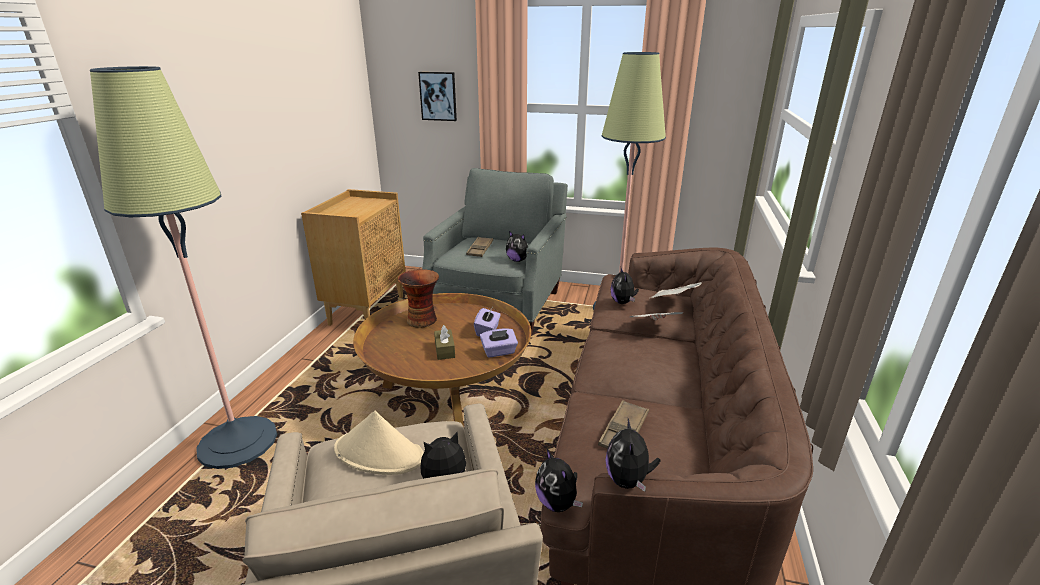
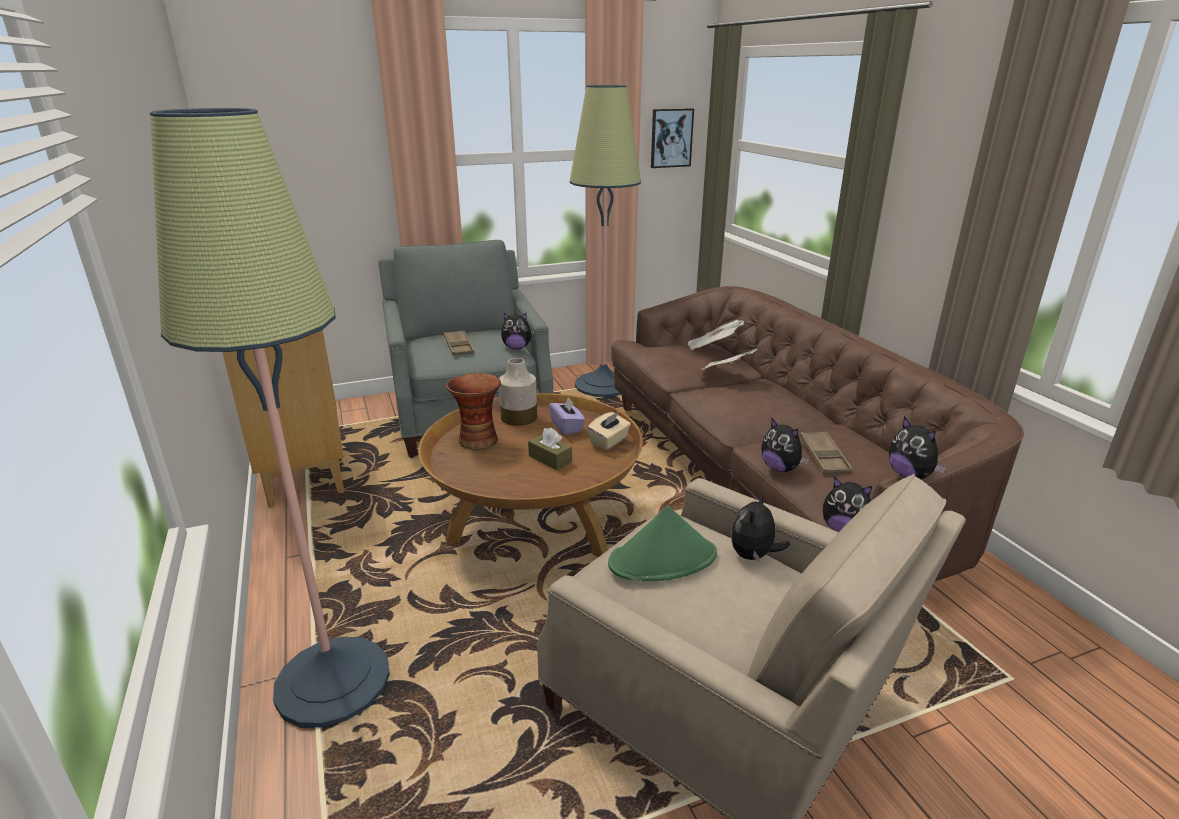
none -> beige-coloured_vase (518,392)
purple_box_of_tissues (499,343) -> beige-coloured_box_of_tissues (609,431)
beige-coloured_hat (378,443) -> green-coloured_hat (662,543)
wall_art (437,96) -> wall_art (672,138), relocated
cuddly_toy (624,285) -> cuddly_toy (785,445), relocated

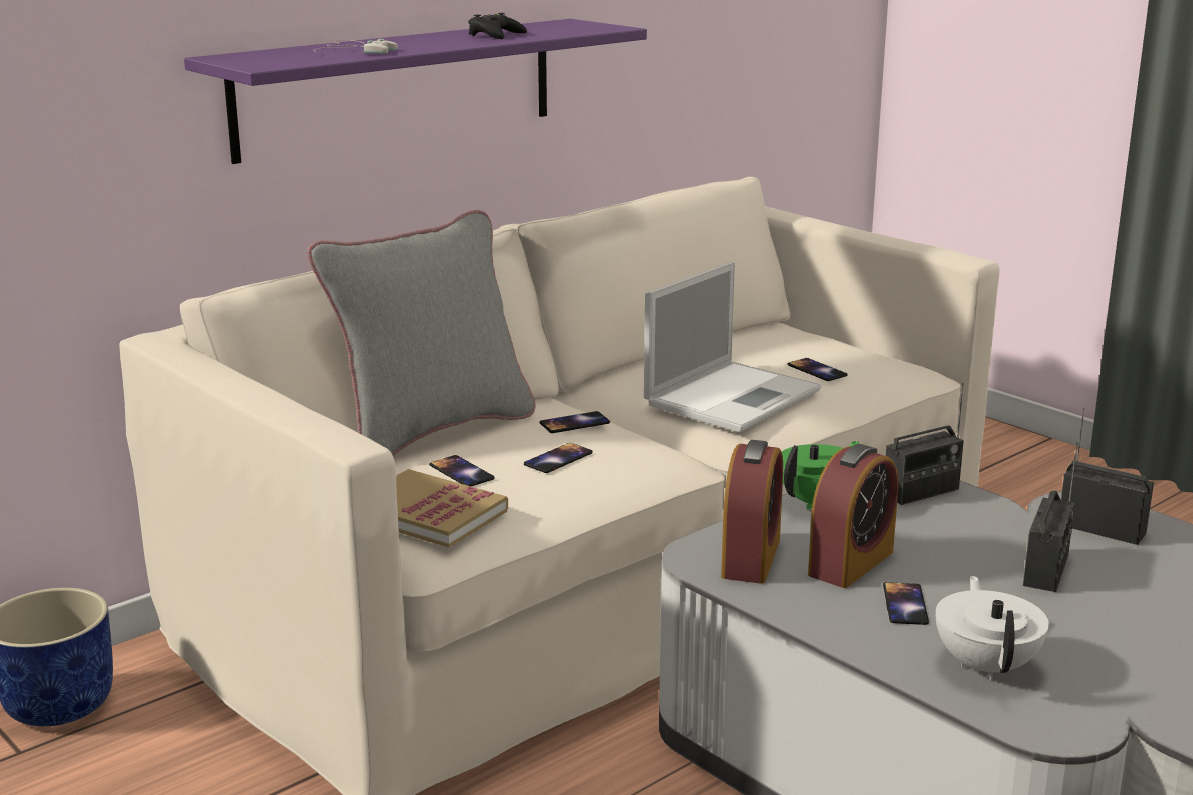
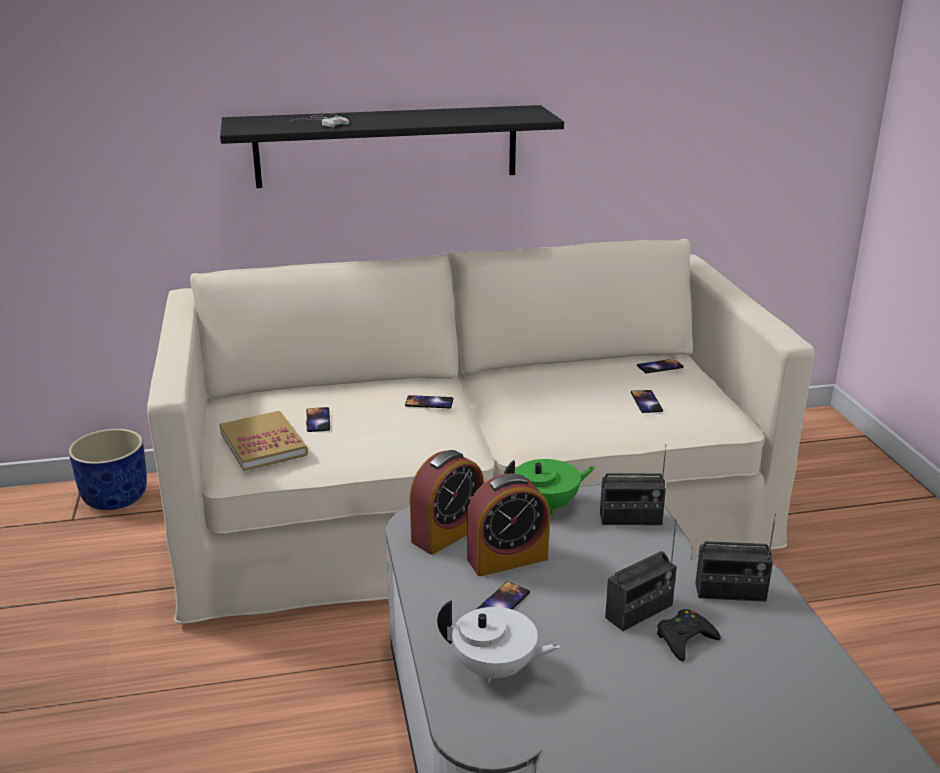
purple_wall_shelf (415,91) -> blackish_wall_shelf (392,146)
white_teapot (992,628) -> white_teapot (499,642), 75 degrees clockwise
telephone (558,458) -> telephone (660,366), relocated
blackish_gamepad (497,26) -> blackish_gamepad (689,635), relocated
radio (1107,476) -> radio (735,557), 120 degrees clockwise
gray_cushion (421,333) -> none
notebook_computer (732,346) -> none

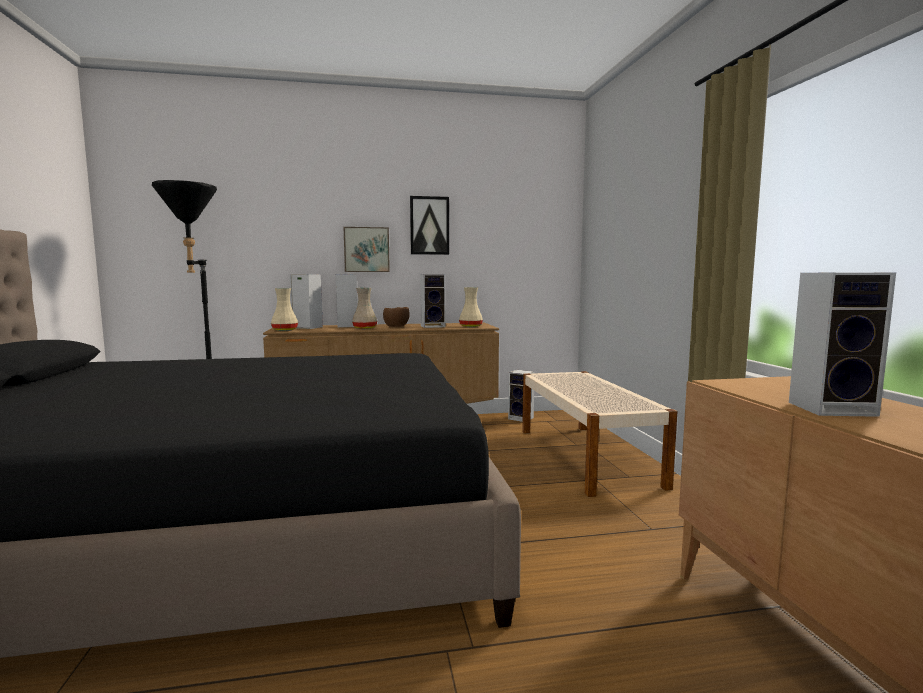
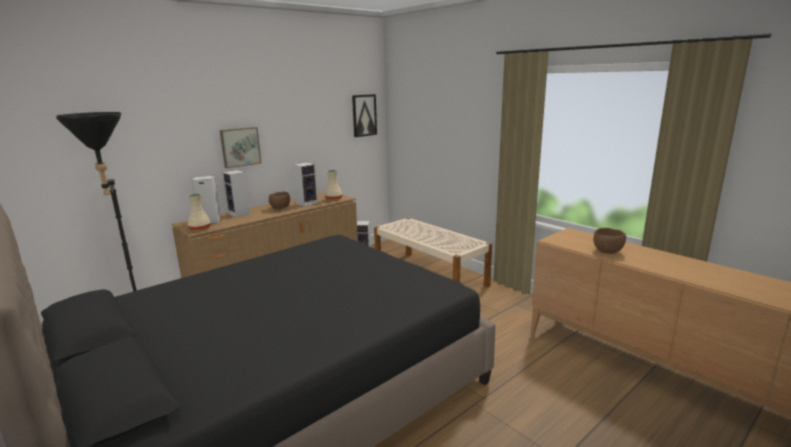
wall_art (429,225) -> wall_art (364,115), relocated
loudspeaker (842,344) -> brown_bowl (609,241)
beige-coloured_vase (364,308) -> none

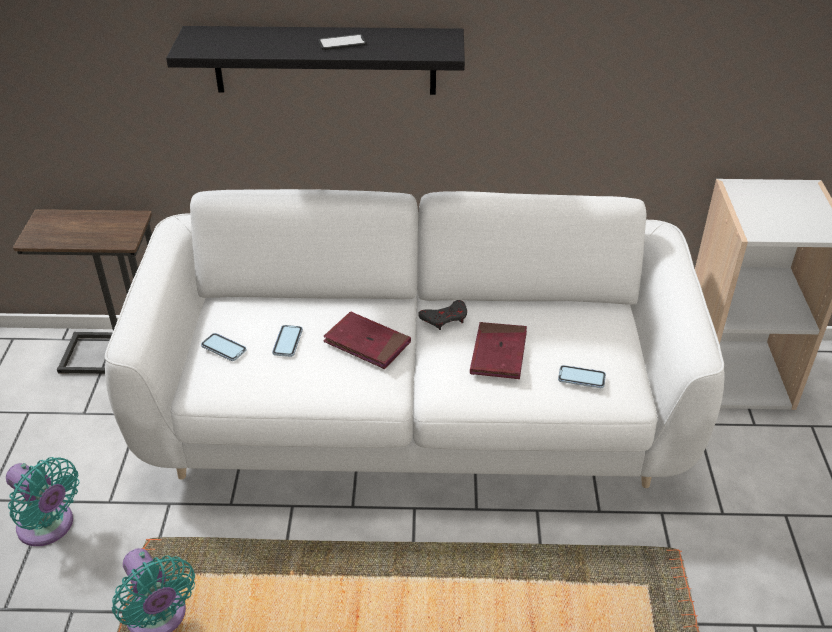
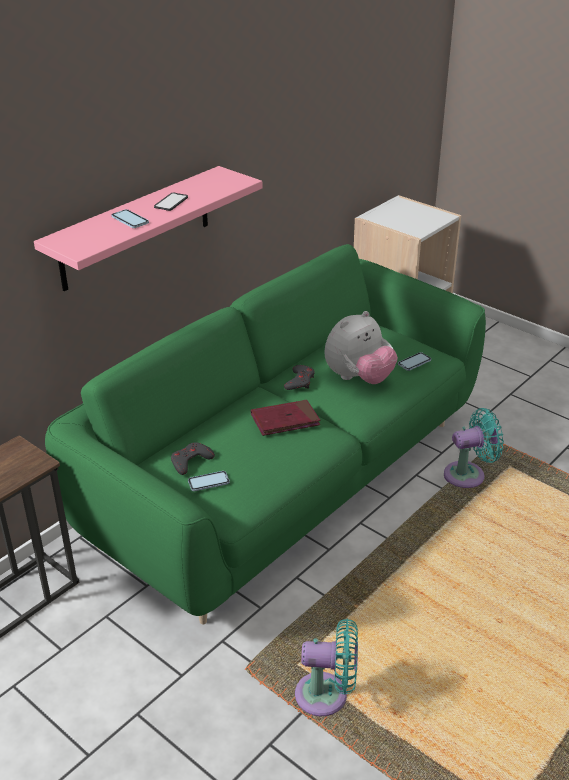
blackish_wall_shelf (315,60) -> pink-coloured_wall_shelf (148,228)
white_couch (415,338) -> green-coloured_couch (265,434)
telephone (287,341) -> telephone (130,218), relocated
none -> gray_gamepad (193,458)
reddish_volume (498,350) -> cuddly_toy (361,347)
turquoise_fan (42,501) -> turquoise_fan (474,448), relocated

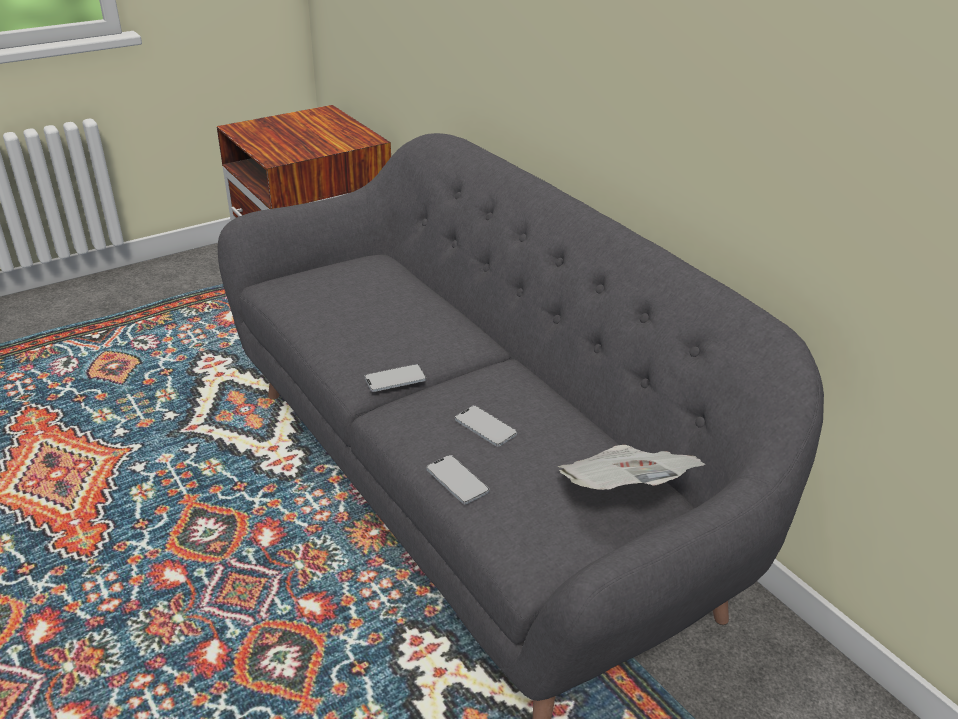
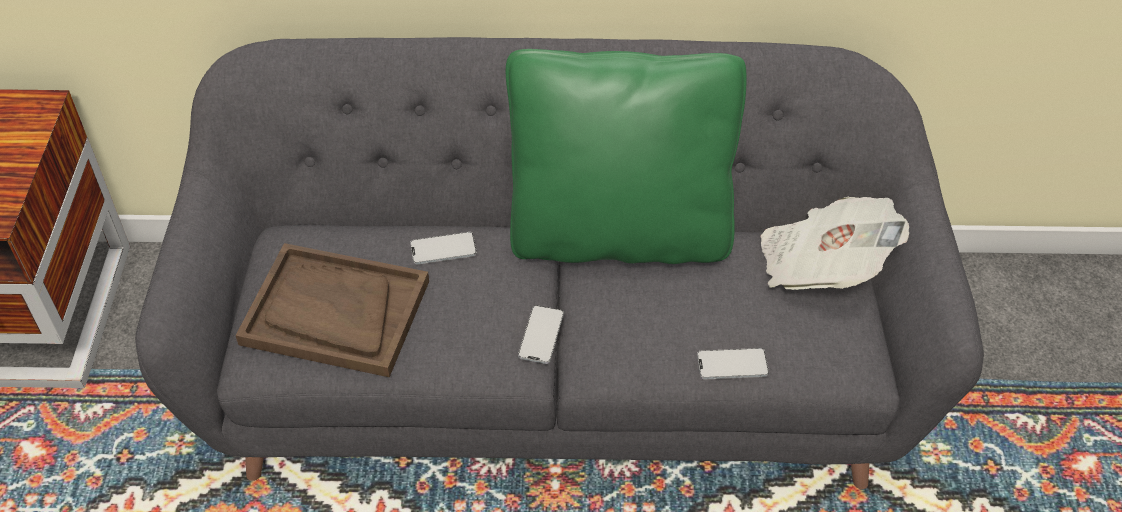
none -> brown_carrying_tray (332,310)
telephone (486,426) -> telephone (443,248), relocated
none -> green-coloured_cushion (626,156)

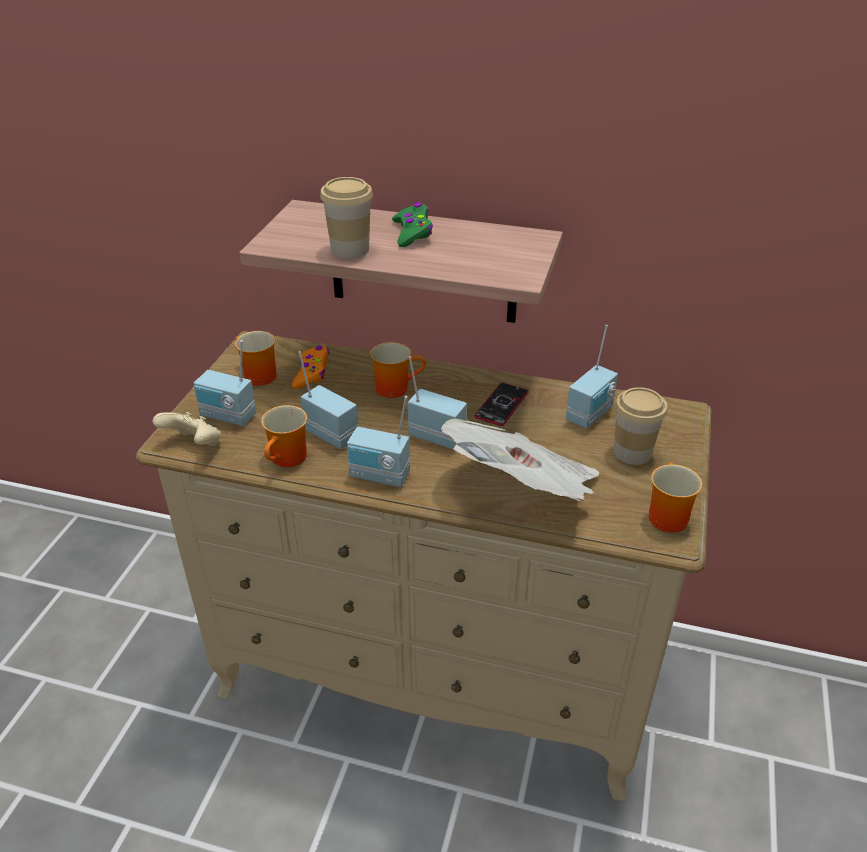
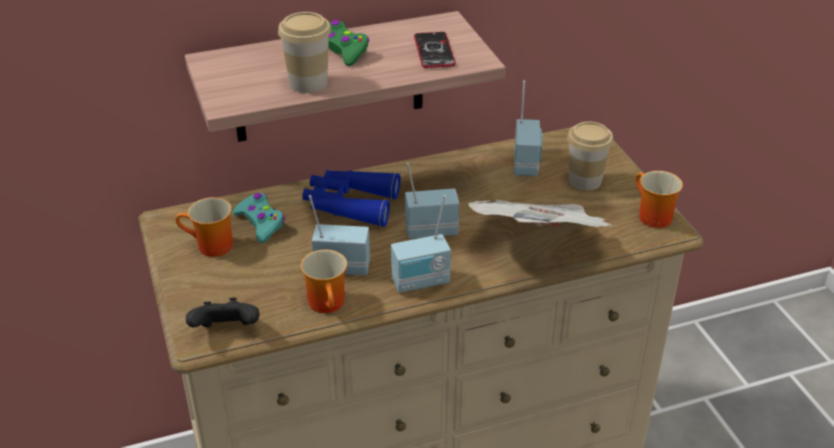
beige-coloured_gamepad (187,429) -> blackish_gamepad (223,312)
orange-coloured_gamepad (310,367) -> turquoise_gamepad (259,218)
tea_mug (398,370) -> blue-coloured_binoculars (351,198)
telephone (501,404) -> telephone (435,50), relocated
radio (225,383) -> none

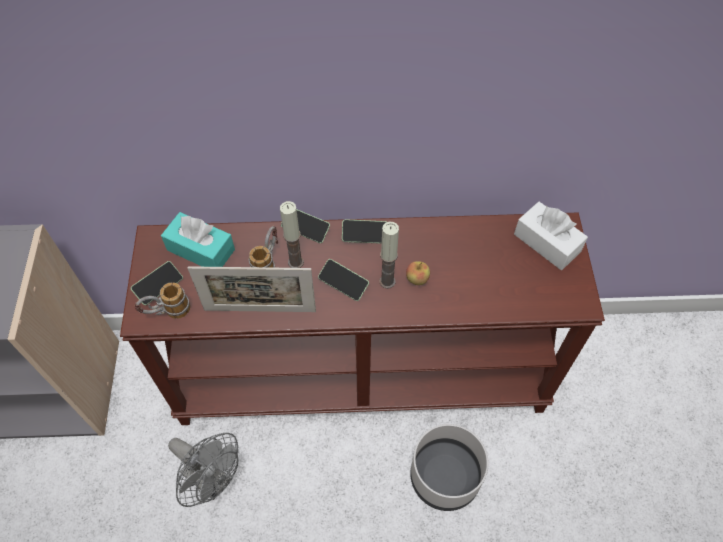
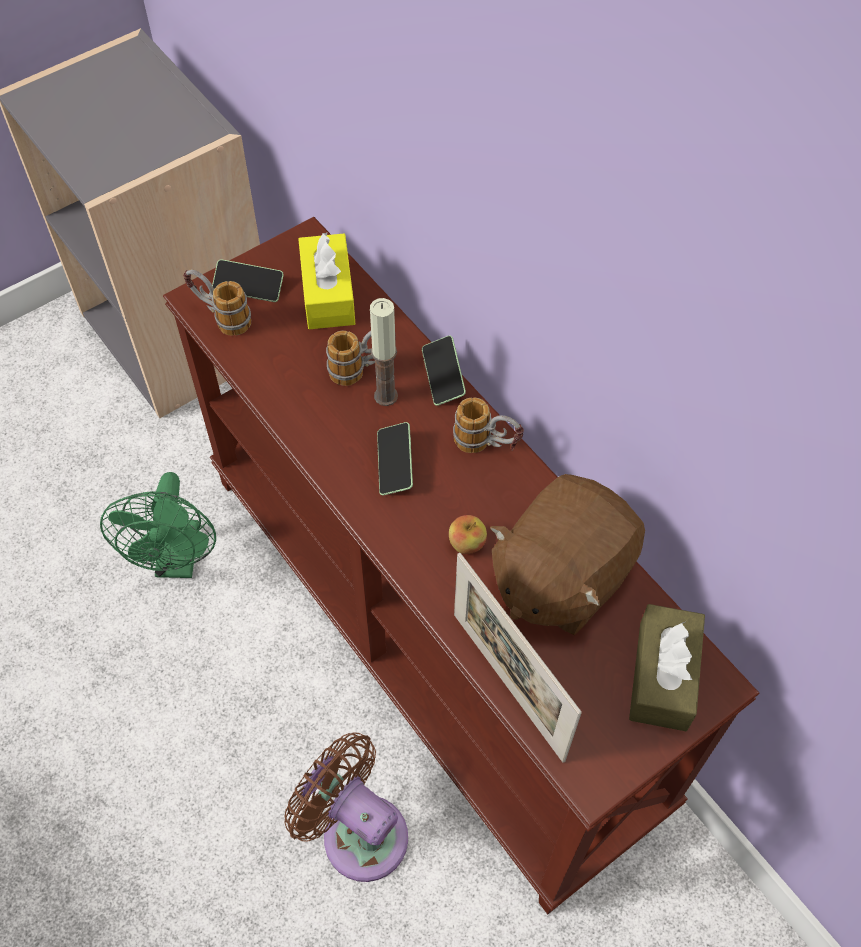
gray_fan (203,470) -> green-coloured_fan (158,525)
gray_flower_pot (449,467) -> brown_fan (346,807)
turquoise_box_of_tissues (198,239) -> yellow-coloured_box_of_tissues (326,280)
telephone (364,231) -> tea_mug (488,425)
photo_frame (252,289) -> photo_frame (518,658), relocated
none -> brown_cuddly_toy (567,554)
white_box_of_tissues (551,236) -> brown_box_of_tissues (667,667)
candle (389,255) -> none

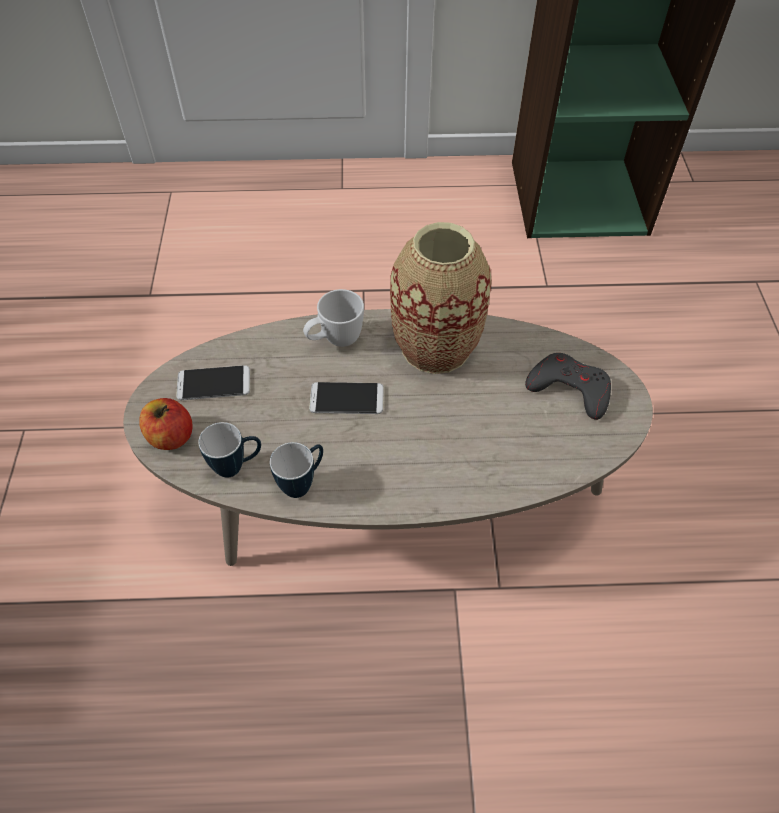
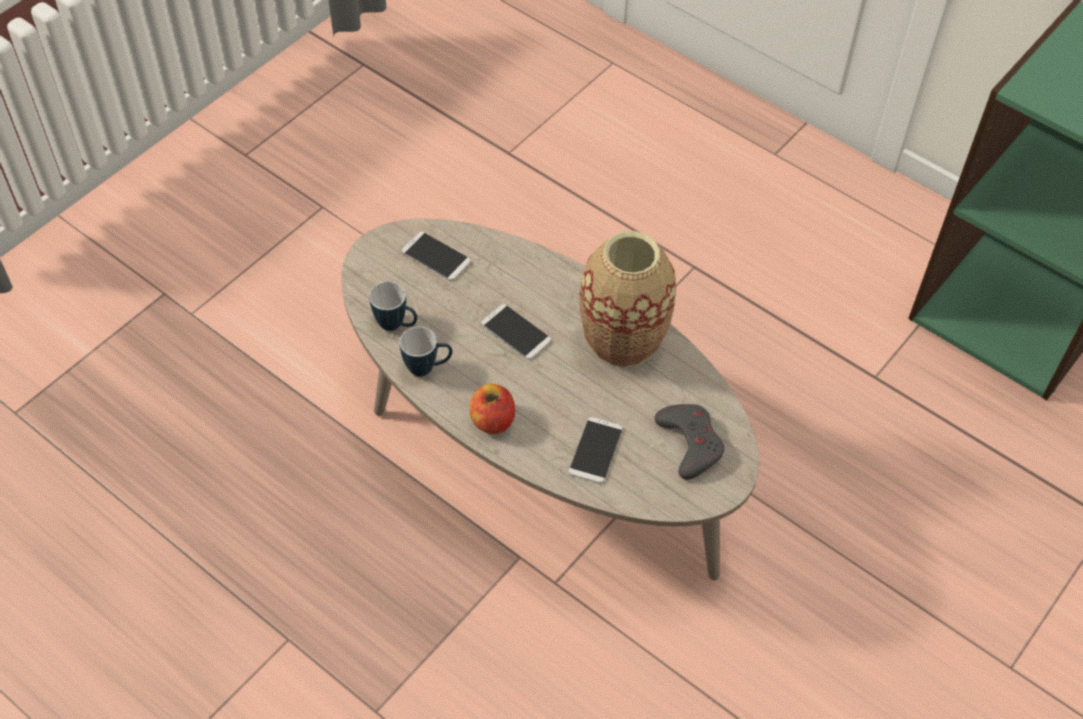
apple (166,424) -> apple (492,409), relocated
none -> telephone (596,450)
white_tea_mug (333,318) -> none

